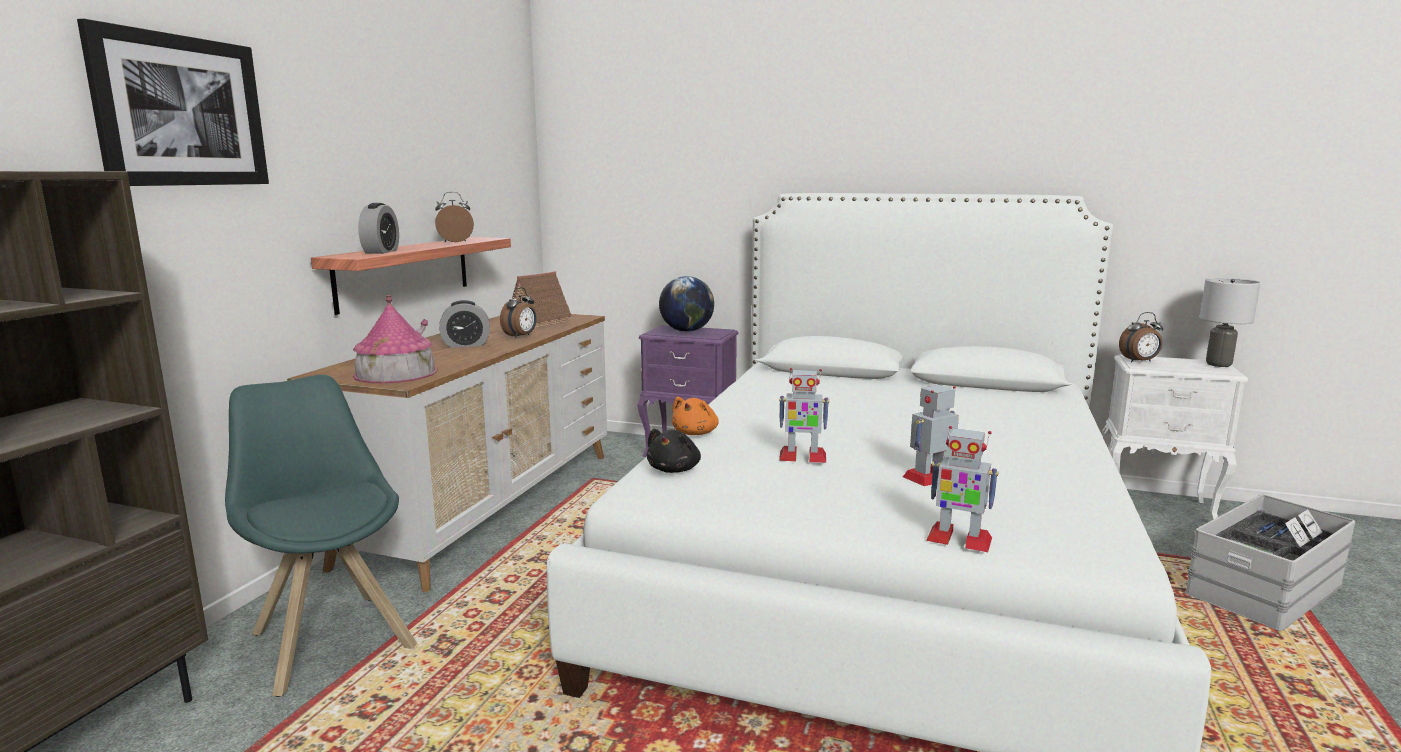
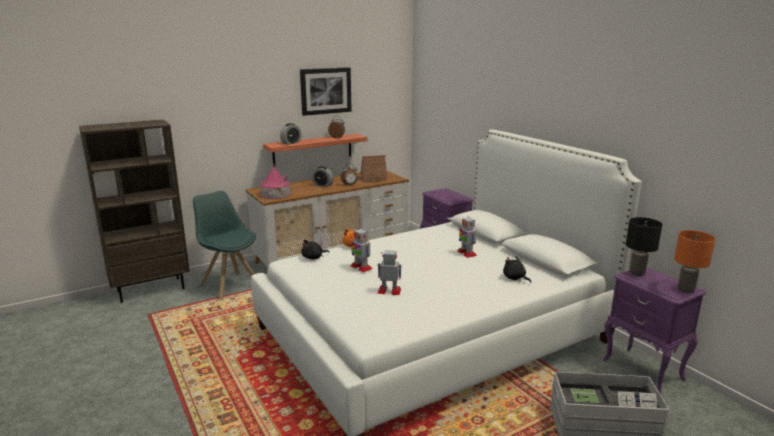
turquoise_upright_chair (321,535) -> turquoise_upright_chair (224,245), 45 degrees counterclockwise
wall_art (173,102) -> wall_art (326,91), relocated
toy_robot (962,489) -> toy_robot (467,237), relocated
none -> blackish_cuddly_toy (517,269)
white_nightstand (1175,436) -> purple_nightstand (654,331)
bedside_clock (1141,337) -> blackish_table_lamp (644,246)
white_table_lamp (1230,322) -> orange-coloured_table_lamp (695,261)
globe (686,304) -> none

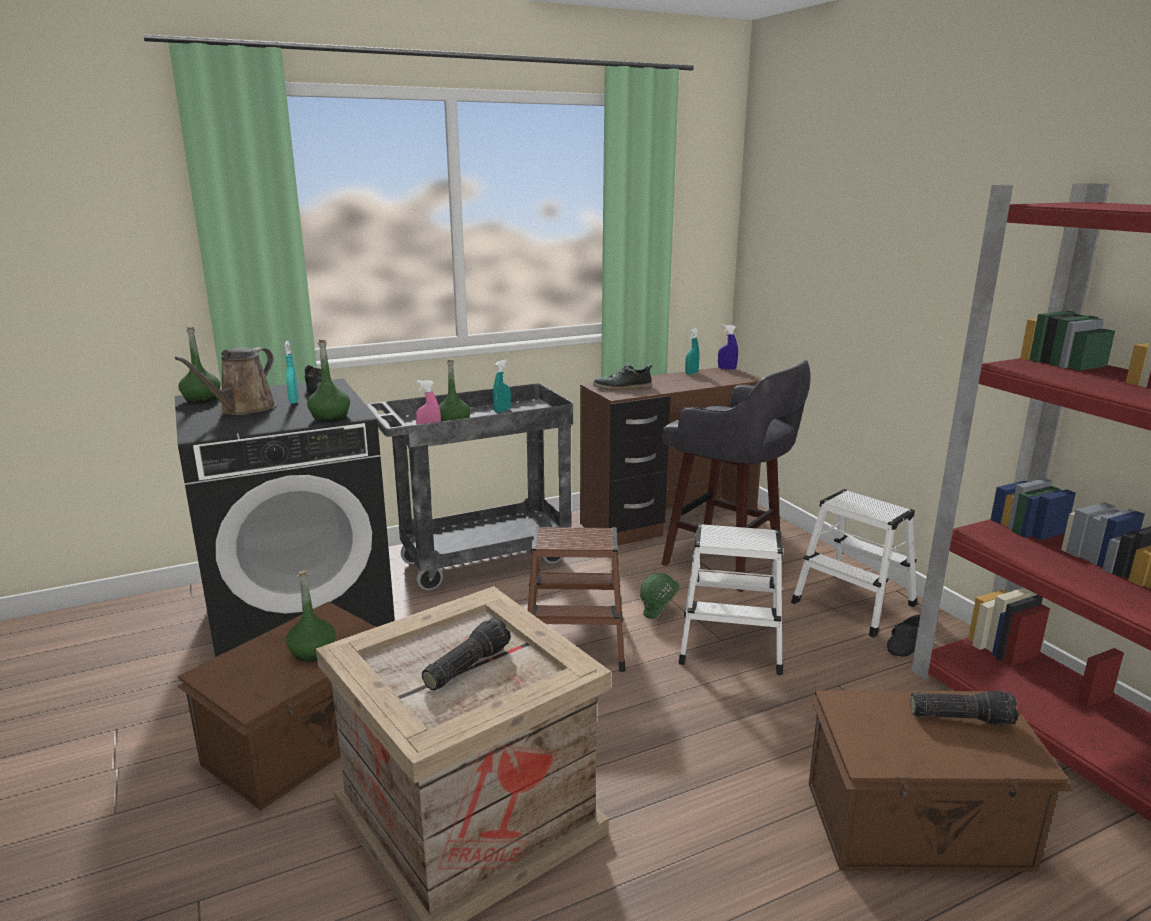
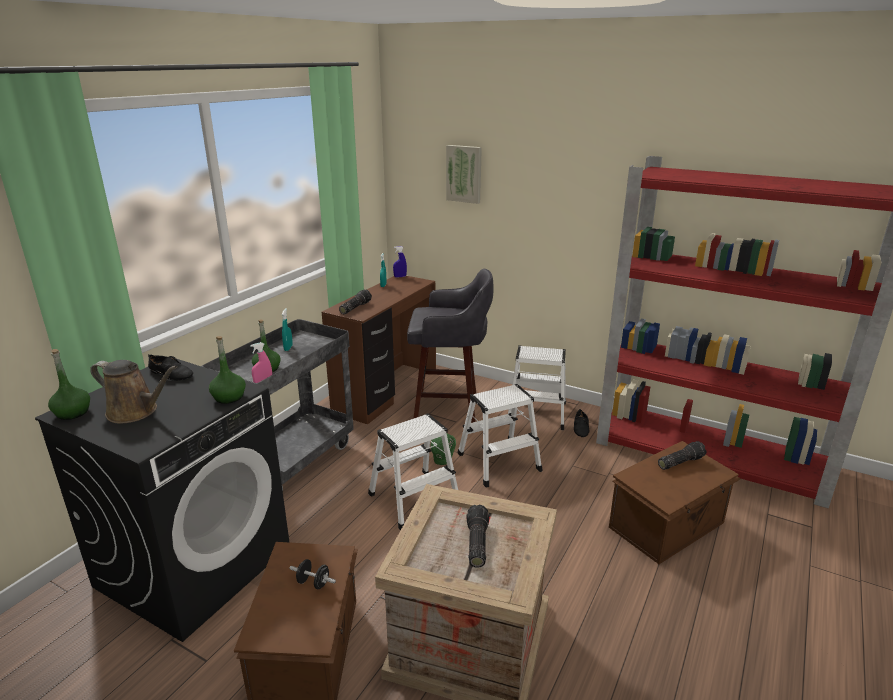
brown_sprinkling_can (225,381) -> brown_sprinkling_can (133,392), 60 degrees counterclockwise
green-coloured_beverage_bottle (311,616) -> blackish_free_weight (312,574)
item_of_footwear (623,377) -> flashlight (355,302)
brown_stepladder (576,599) -> white_stepladder (413,472)
none -> wall_art (464,174)
turquoise_hand_sprayer (291,372) -> none

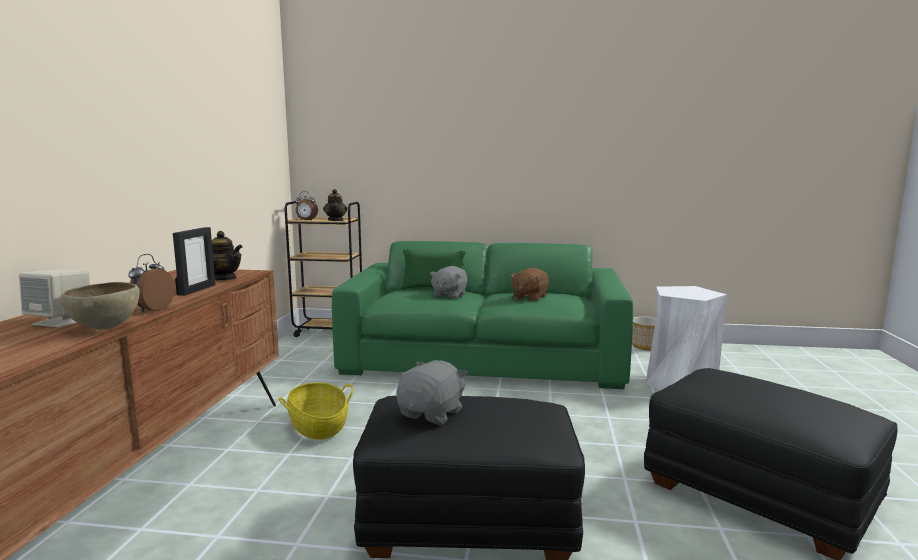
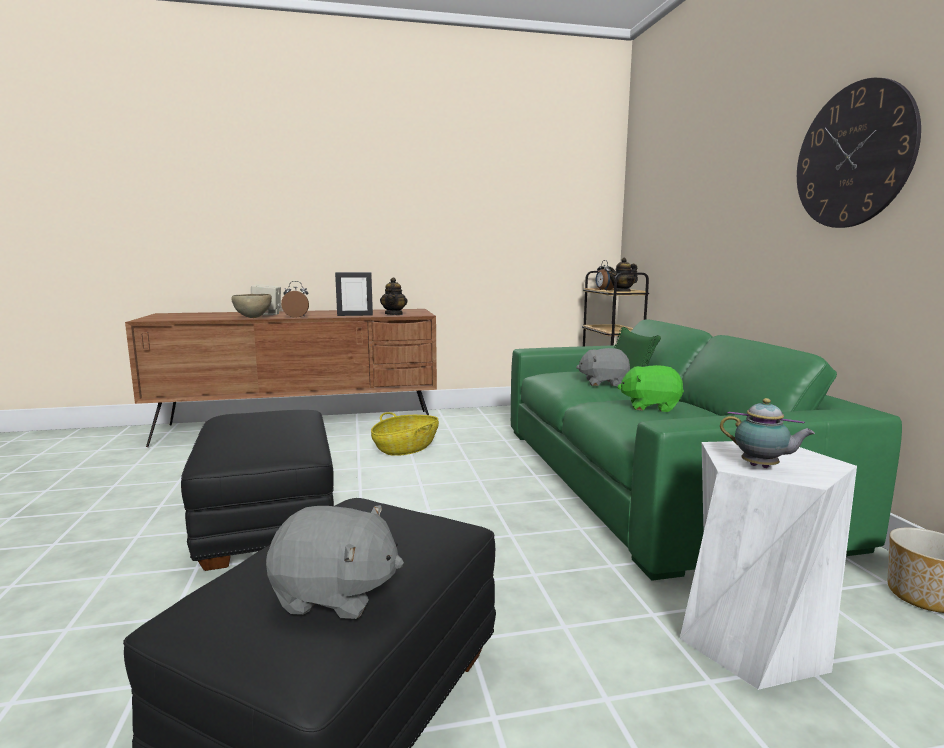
gray_cuddly_toy (432,392) -> gray_cuddly_toy (335,562), relocated
brown_cuddly_toy (529,284) -> green-coloured_cuddly_toy (651,388)
none -> teapot (767,433)
none -> hanging_clock (859,153)

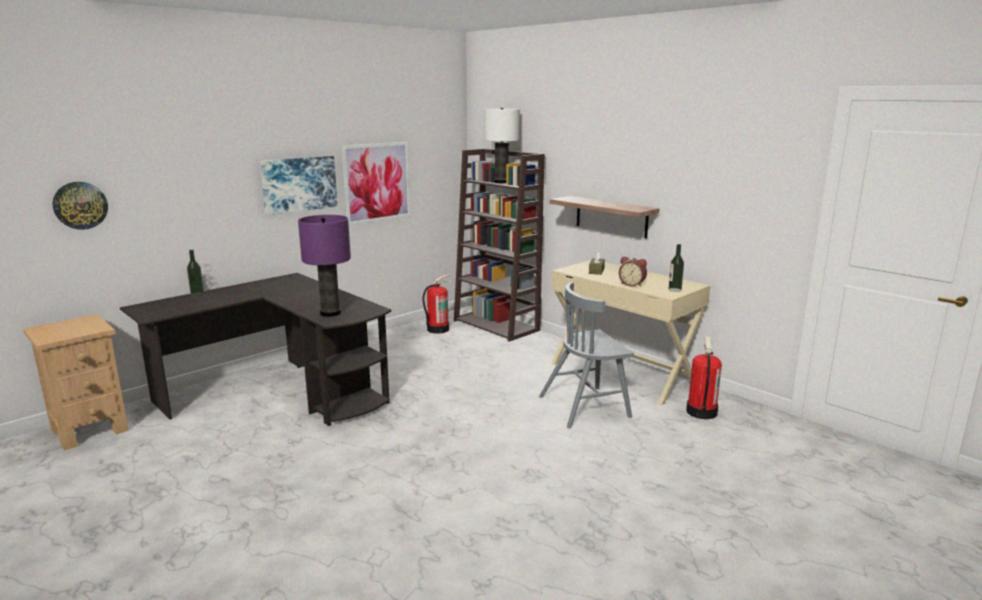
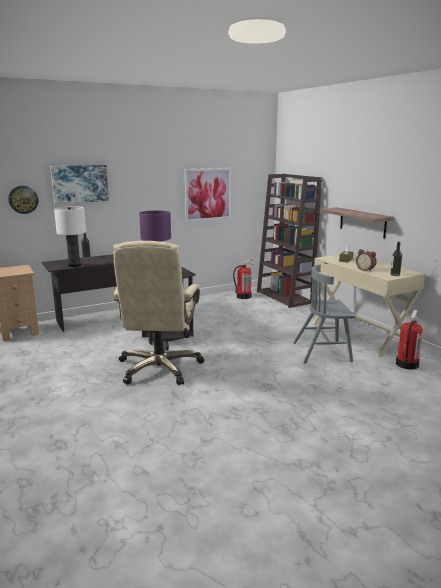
wall_art (299,185) -> wall_art (79,184), relocated
white_table_lamp (502,145) -> white_table_lamp (70,236), relocated
none -> beige-coloured_computer_chair (158,313)

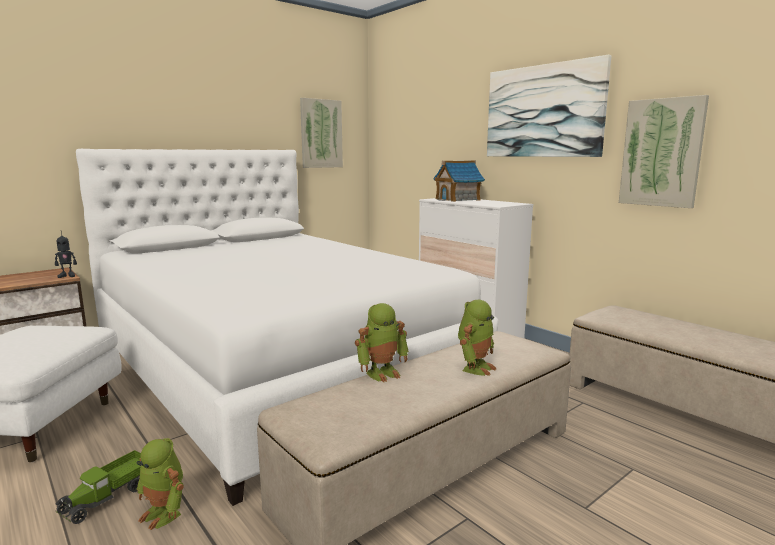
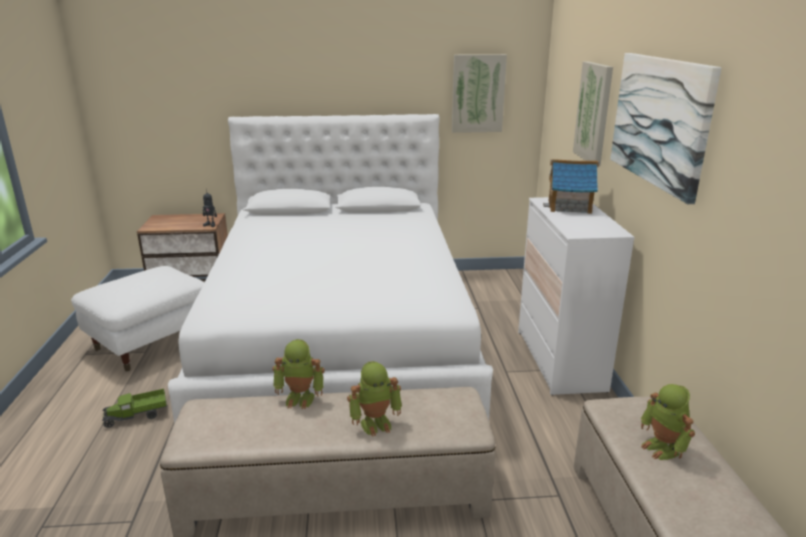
wall_art (664,151) -> wall_art (593,113), relocated
toy_robot (160,484) -> toy_robot (668,422), relocated

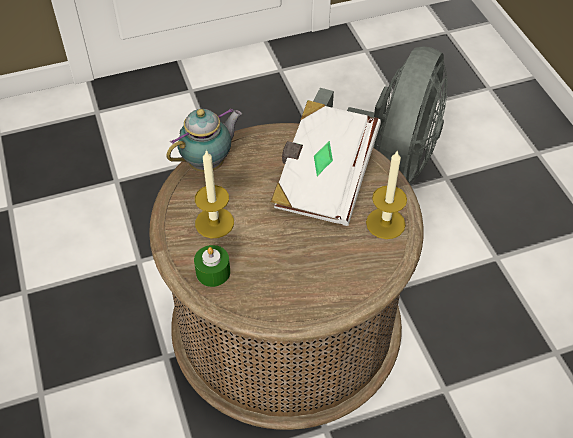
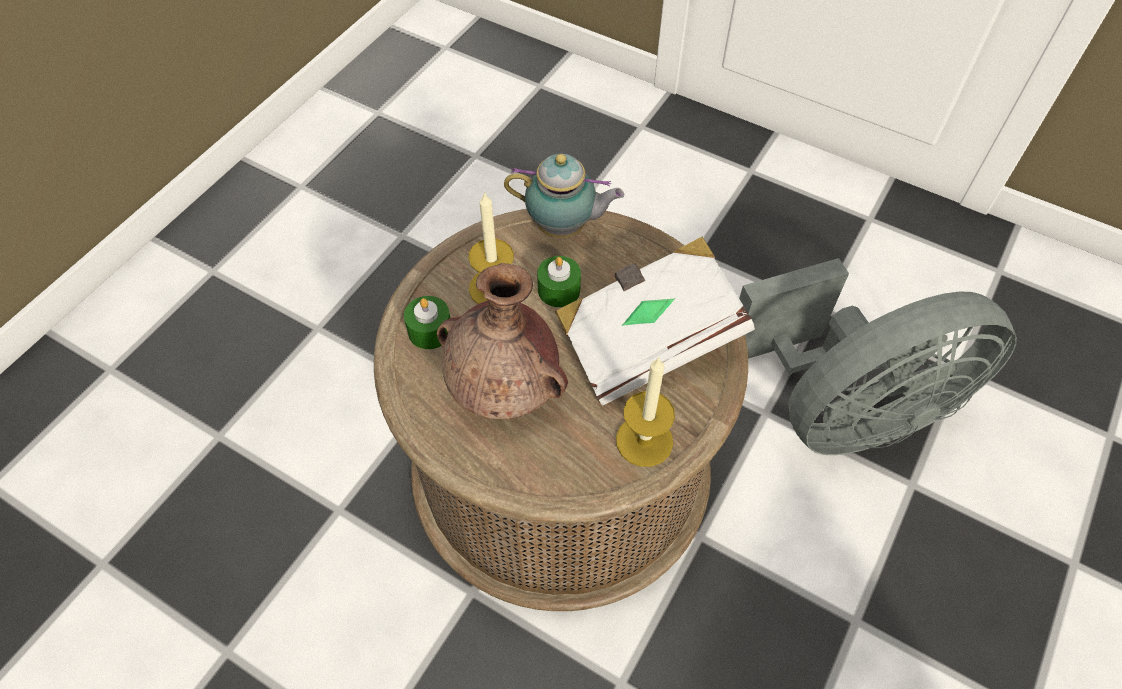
none -> brown_vase (502,341)
none -> green-coloured_candle (559,281)

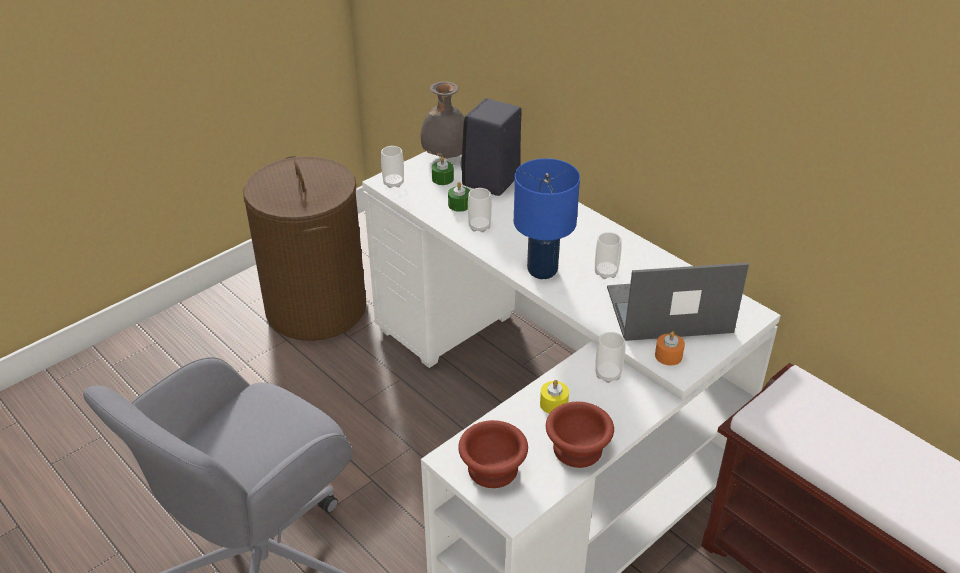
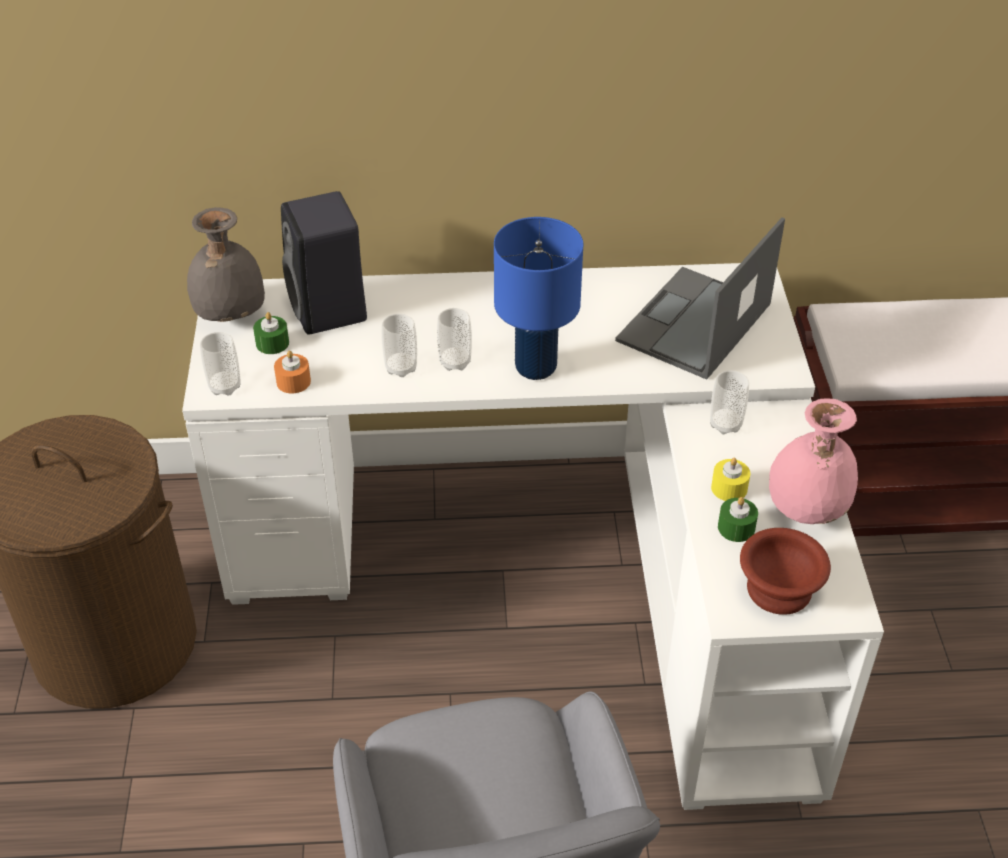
orange-coloured_candle (670,348) -> orange-coloured_candle (292,372), relocated
drinking_cup (608,255) -> drinking_cup (454,339), relocated
green-coloured_candle (459,197) -> green-coloured_candle (738,519), relocated
brown_bowl (580,435) -> pink-coloured_vase (813,461)

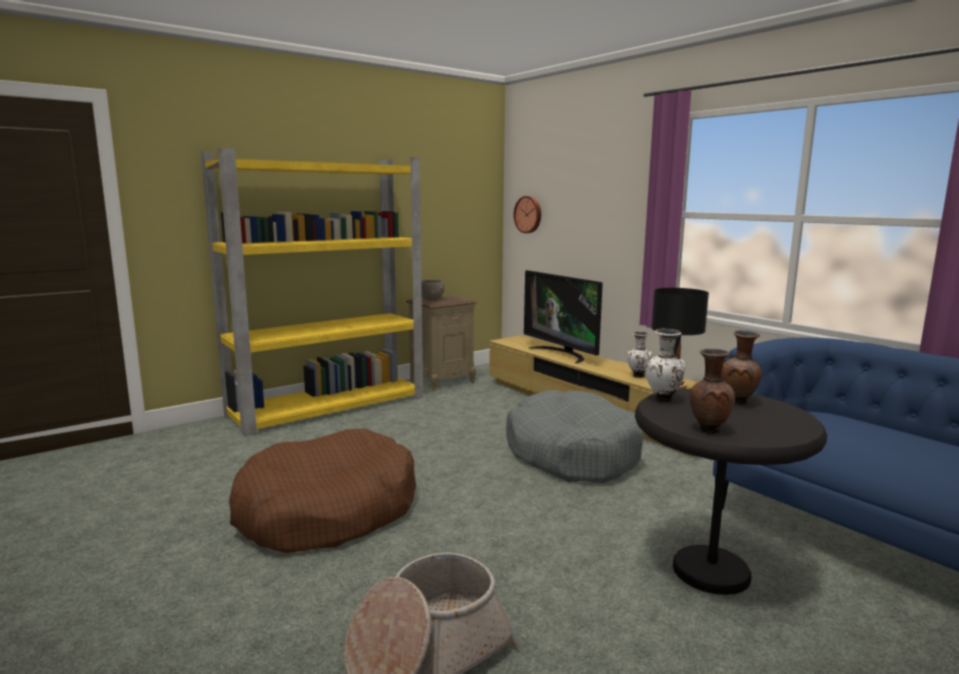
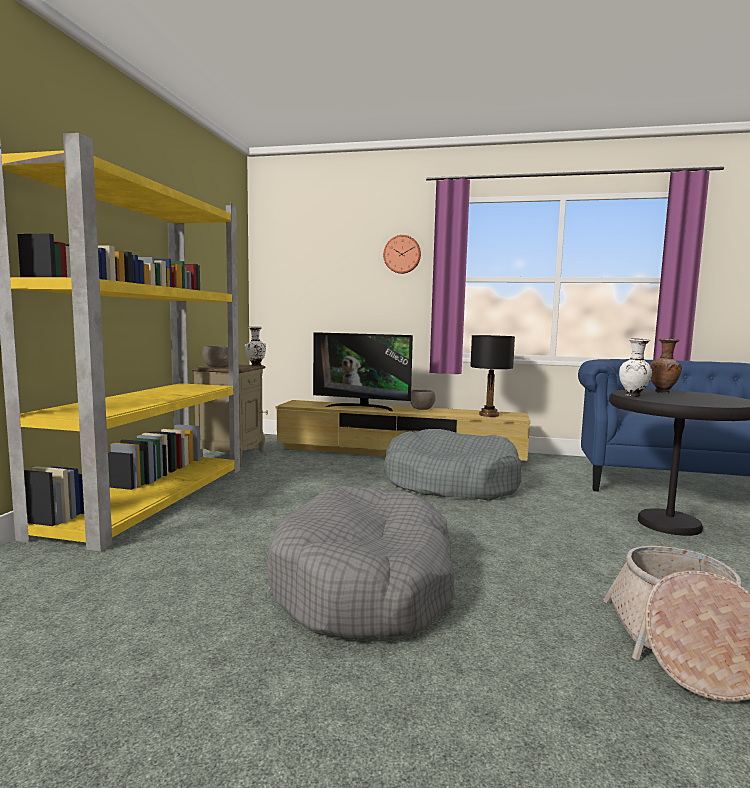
white_vase (639,355) -> white_vase (255,346), relocated
brown_dog_bed (322,491) -> gray_dog_bed (360,562)
hanging_clock (527,214) -> hanging_clock (402,254), relocated
none -> gray_bowl (423,400)
brown_vase (712,391) -> none

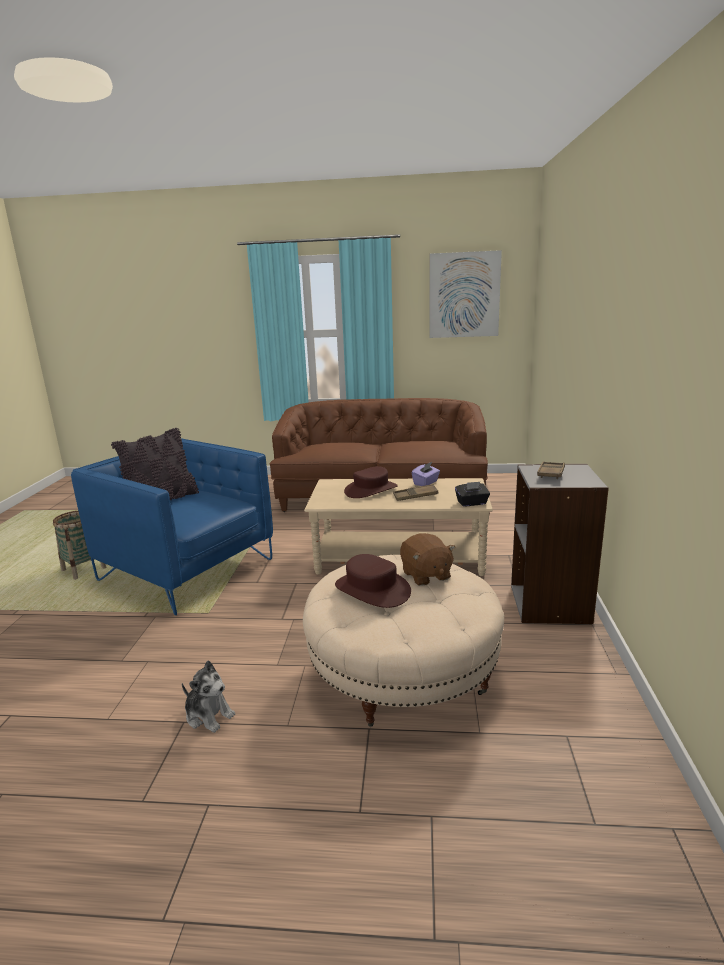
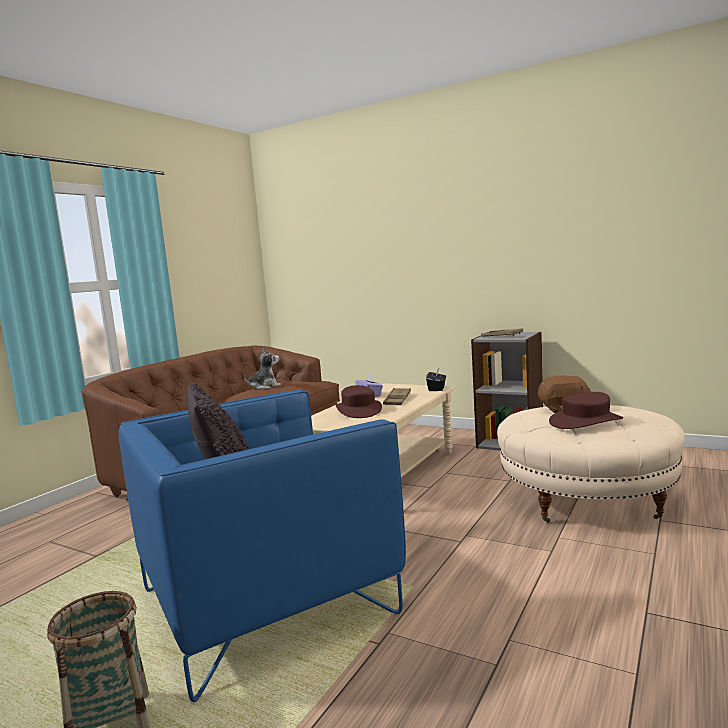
cuddly_toy (208,697) -> cuddly_toy (262,368), relocated
wall_art (466,294) -> none

